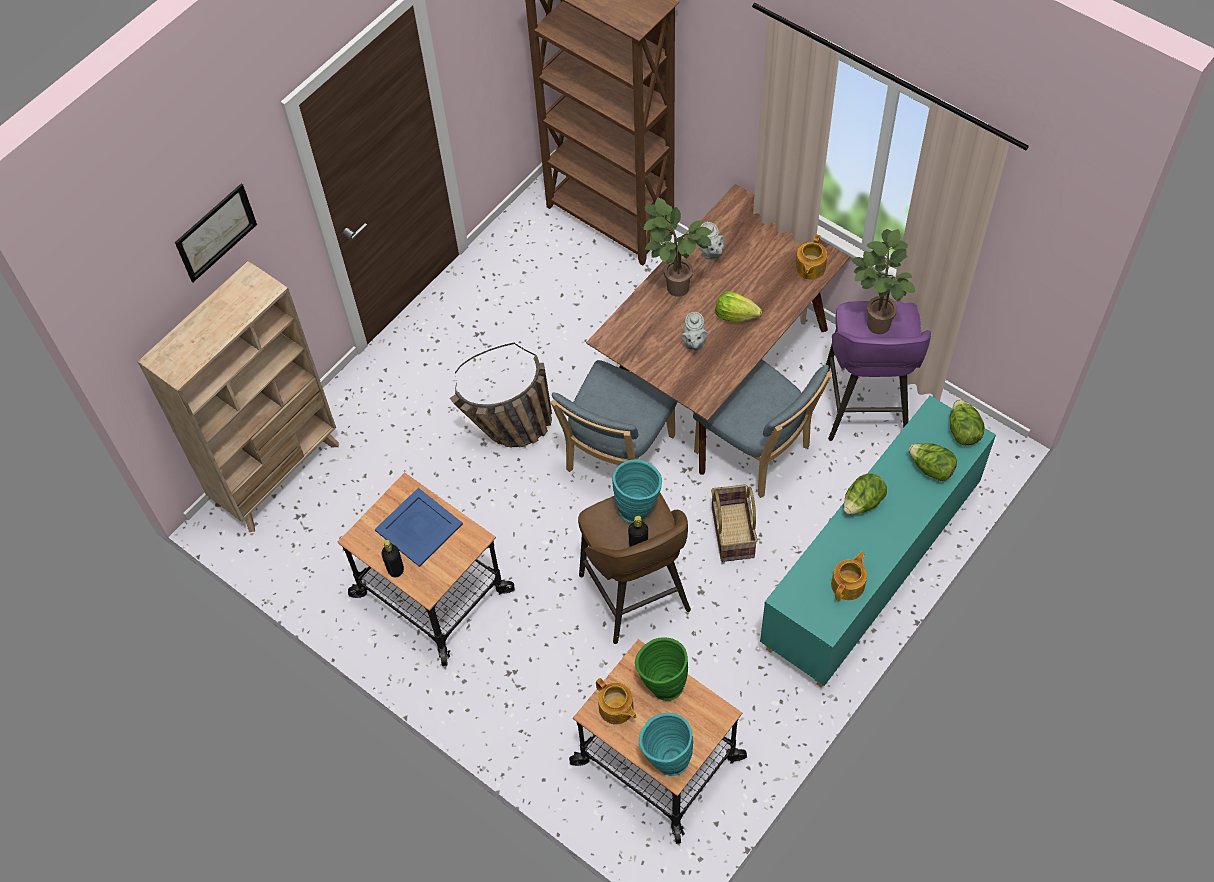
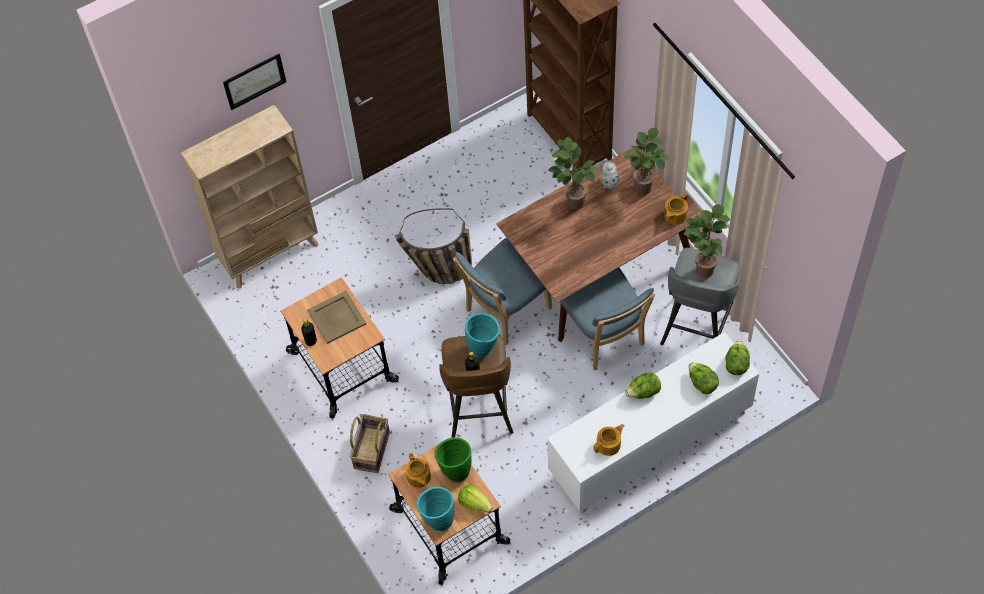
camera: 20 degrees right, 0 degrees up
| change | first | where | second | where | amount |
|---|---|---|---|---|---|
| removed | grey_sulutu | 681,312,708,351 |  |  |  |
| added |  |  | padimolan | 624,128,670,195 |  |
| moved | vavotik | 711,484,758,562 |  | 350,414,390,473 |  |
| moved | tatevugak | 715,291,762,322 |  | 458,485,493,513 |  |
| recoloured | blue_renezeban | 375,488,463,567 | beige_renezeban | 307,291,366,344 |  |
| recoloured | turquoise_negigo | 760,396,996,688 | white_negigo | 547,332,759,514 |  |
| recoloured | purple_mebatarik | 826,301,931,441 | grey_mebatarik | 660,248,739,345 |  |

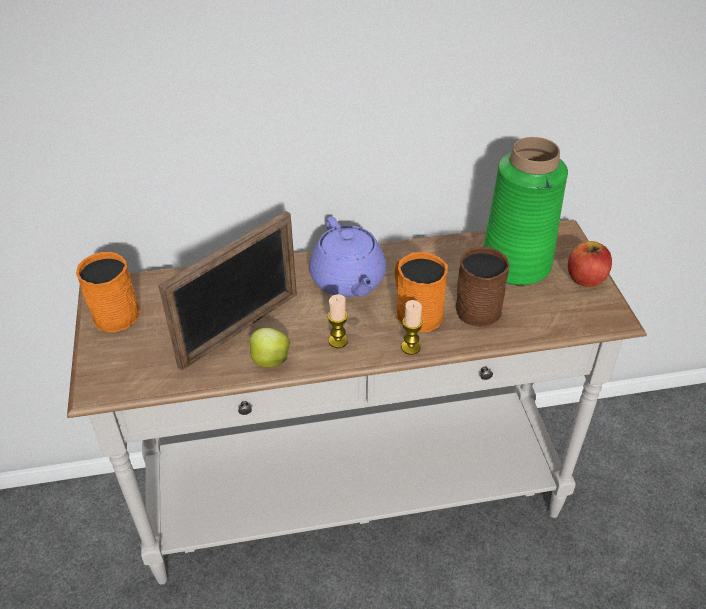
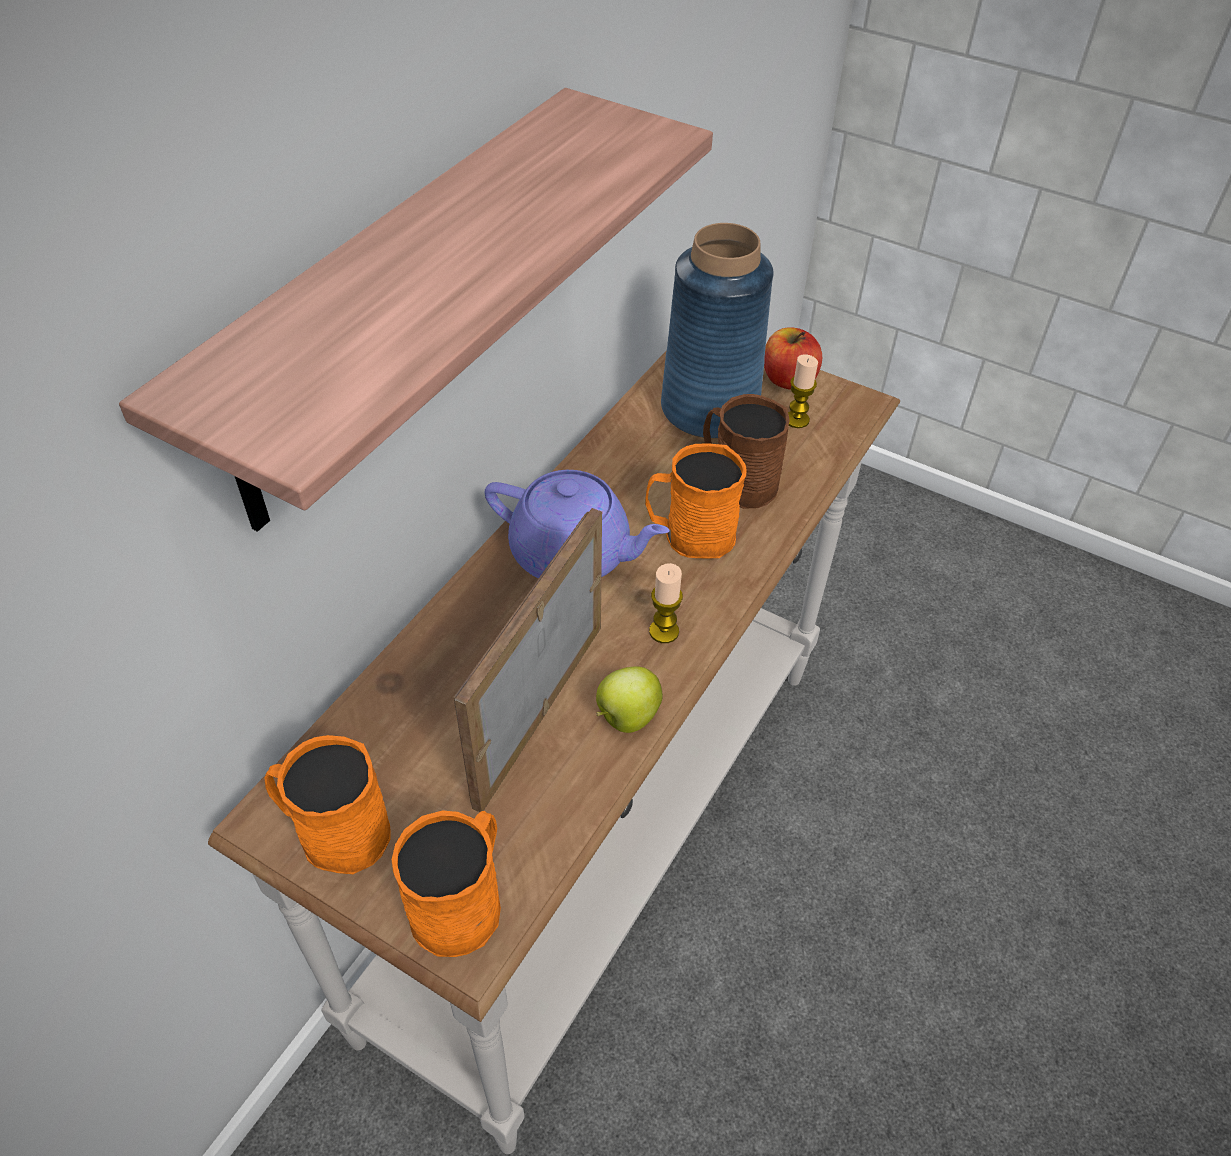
camera: 50 degrees left, 5 degrees up
| change | first | where | second | where | amount |
|---|---|---|---|---|---|
| added |  |  | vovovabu | 119,88,713,532 |  |
| added |  |  | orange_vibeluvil | 392,810,501,957 |  |
| moved | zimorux | 401,300,423,355 |  | 788,354,818,428 |  |
| recoloured | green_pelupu | 483,137,568,285 | blue_pelupu | 661,223,774,439 |  |
| turned | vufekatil | 158,211,297,371 |  | 454,508,602,812 | 150 degrees counterclockwise |

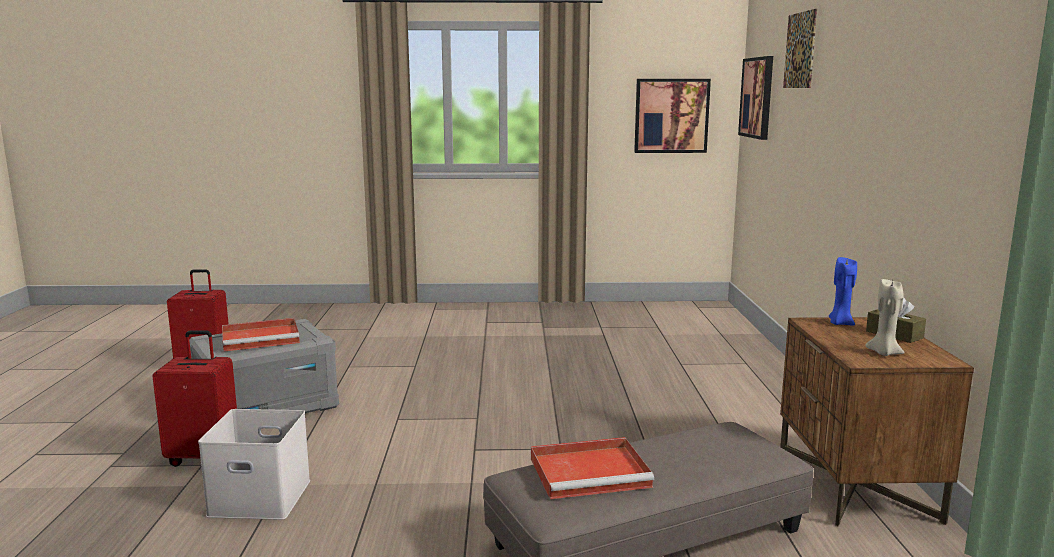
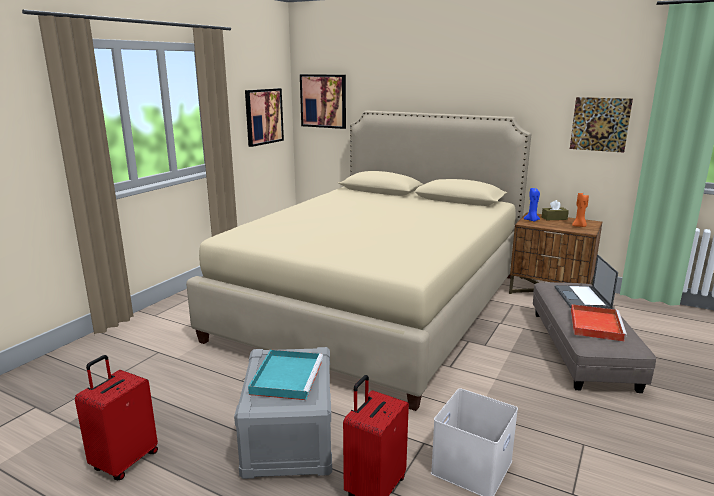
camera: 60 degrees left, 5 degrees up
| change | first | where | second | where | amount |
|---|---|---|---|---|---|
| added |  |  | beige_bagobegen | 186,111,531,411 |  |
| added |  |  | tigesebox | 555,254,618,309 |  |
| moved | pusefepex | 783,9,817,88 |  | 570,97,633,153 |  |
| recoloured | red_renezeban | 222,318,300,351 | turquoise_renezeban | 248,350,323,400 |  |
| recoloured | beige_zimorux | 865,279,905,356 | orange_zimorux | 572,193,589,227 |  |

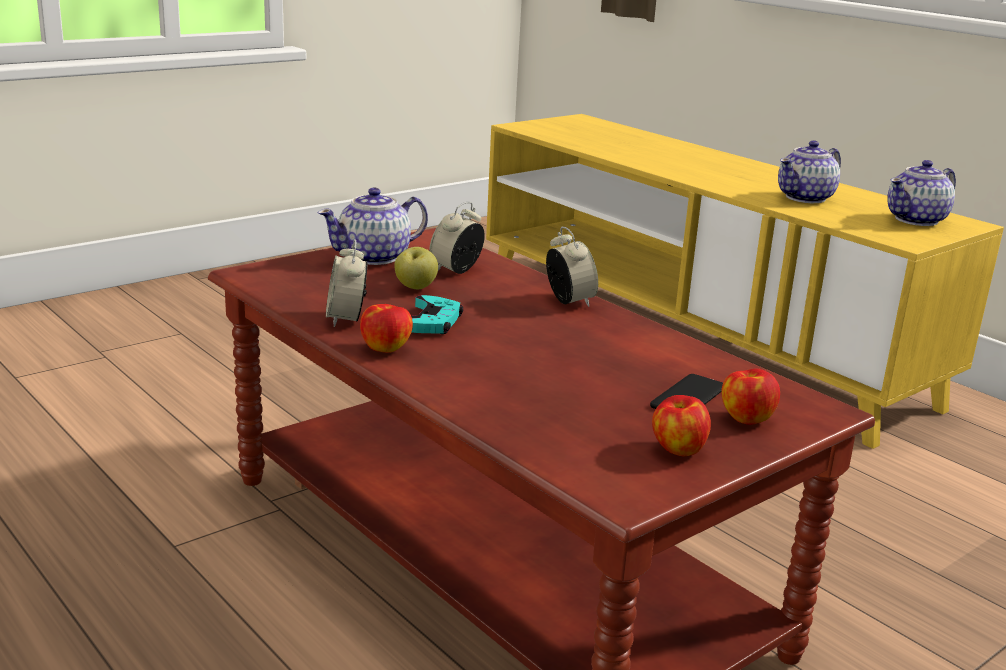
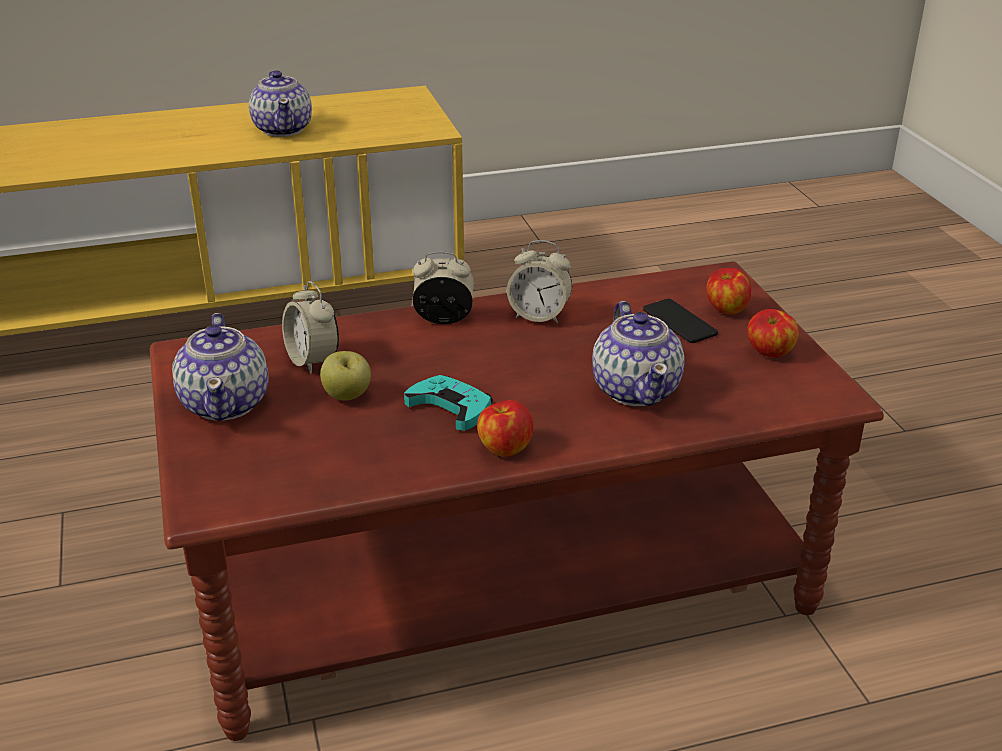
camera: 65 degrees left, 10 degrees up
| change | first | where | second | where | amount |
|---|---|---|---|---|---|
| moved | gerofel | 326,239,367,327 |  | 507,240,572,324 |  |
| moved | sulutu | 887,160,956,226 |  | 592,301,685,406 |  |

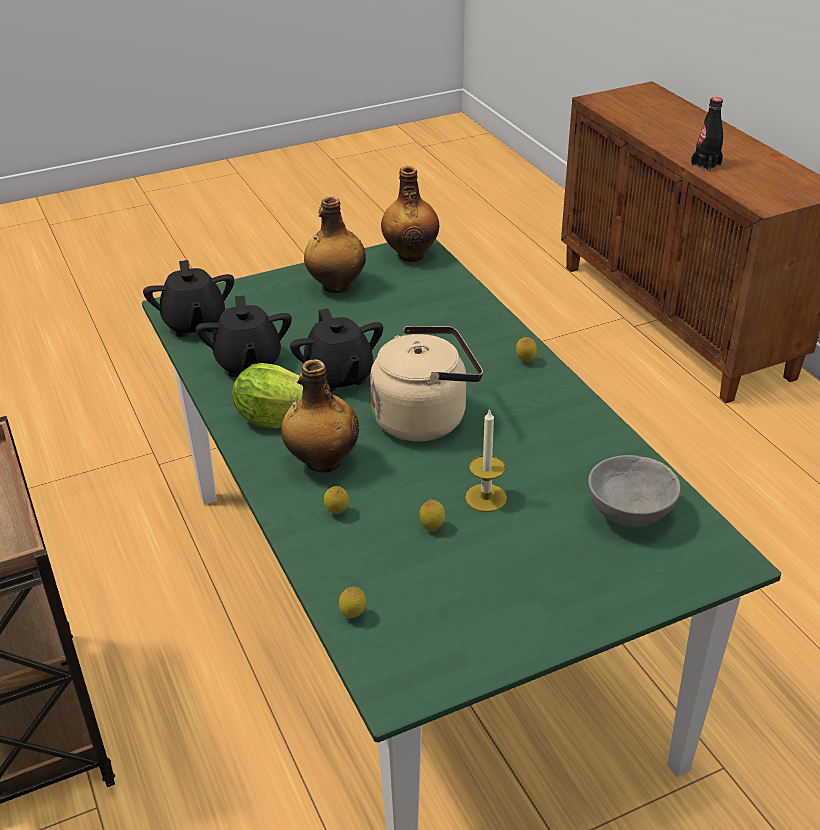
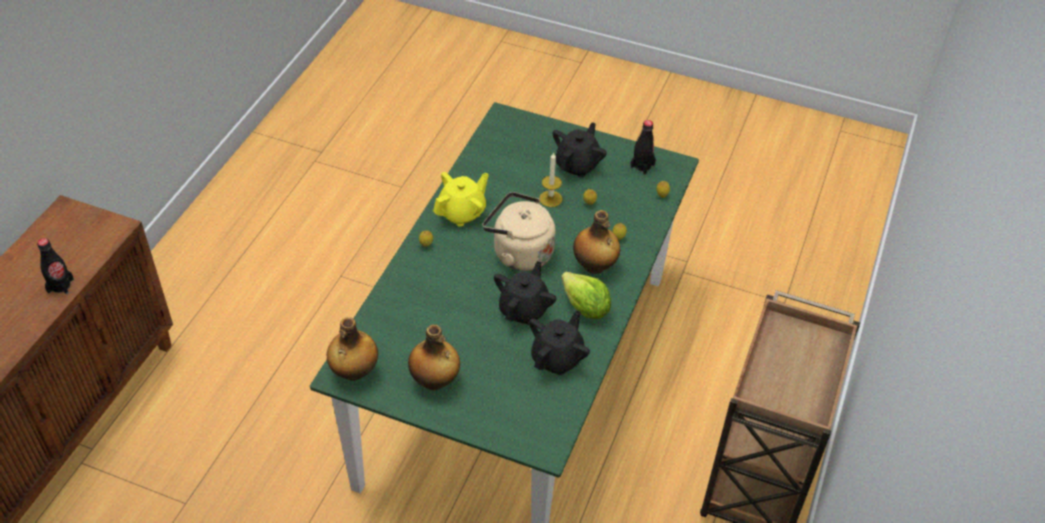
camera: 135 degrees left, 10 degrees up
| change | first | where | second | where | amount |
|---|---|---|---|---|---|
| removed | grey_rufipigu | 588,455,681,527 |  |  |  |
| added |  |  | yellow_sulutu | 433,172,489,227 |  |
| added |  |  | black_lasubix | 630,120,656,175 |  |
| moved | black_sulutu | 143,260,234,337 |  | 553,122,607,178 |  |

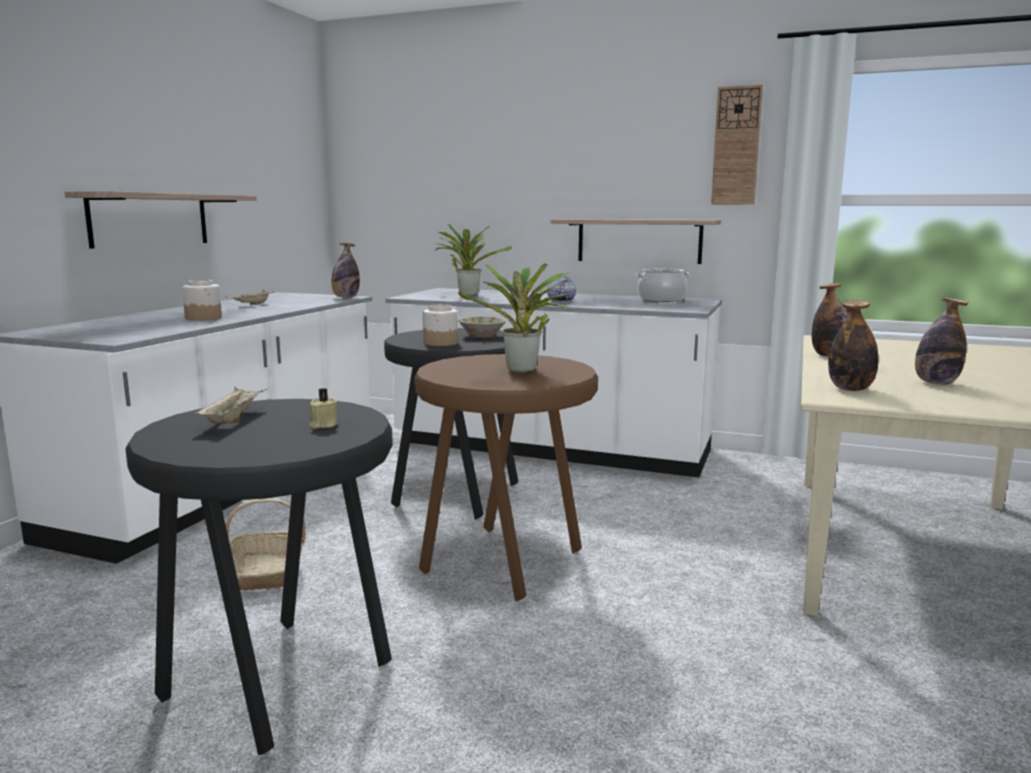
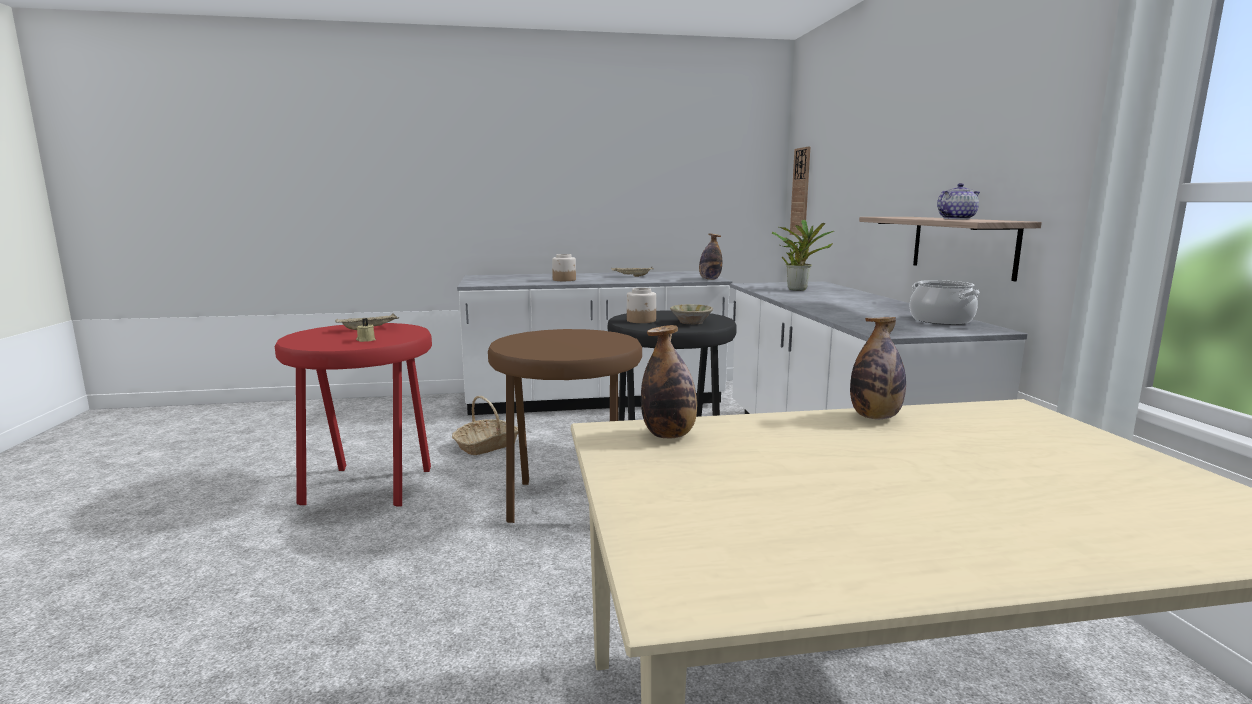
camera: 60 degrees right, 0 degrees up
| change | first | where | second | where | amount |
|---|---|---|---|---|---|
| removed | vovovabu | 64,191,257,249 |  |  |  |
| removed | padimolan | 458,264,571,373 |  |  |  |
| removed | lasubix | 915,297,968,385 |  |  |  |
| moved | sulutu | 547,273,576,302 |  | 937,183,980,219 |  |
| moved | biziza | 711,85,763,205 |  | 790,146,810,236 |  |
| recoloured | black_mebatarik | 125,399,393,755 | red_mebatarik | 275,323,432,506 |  |

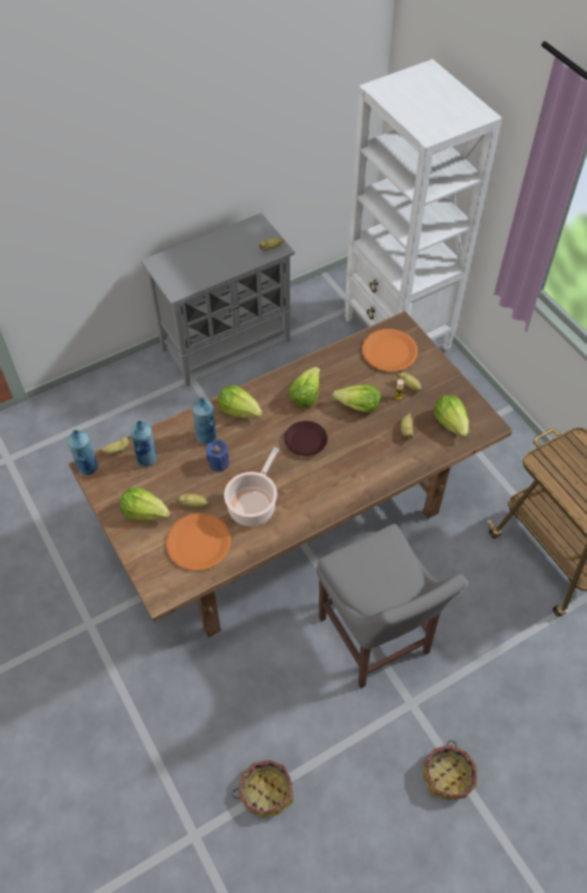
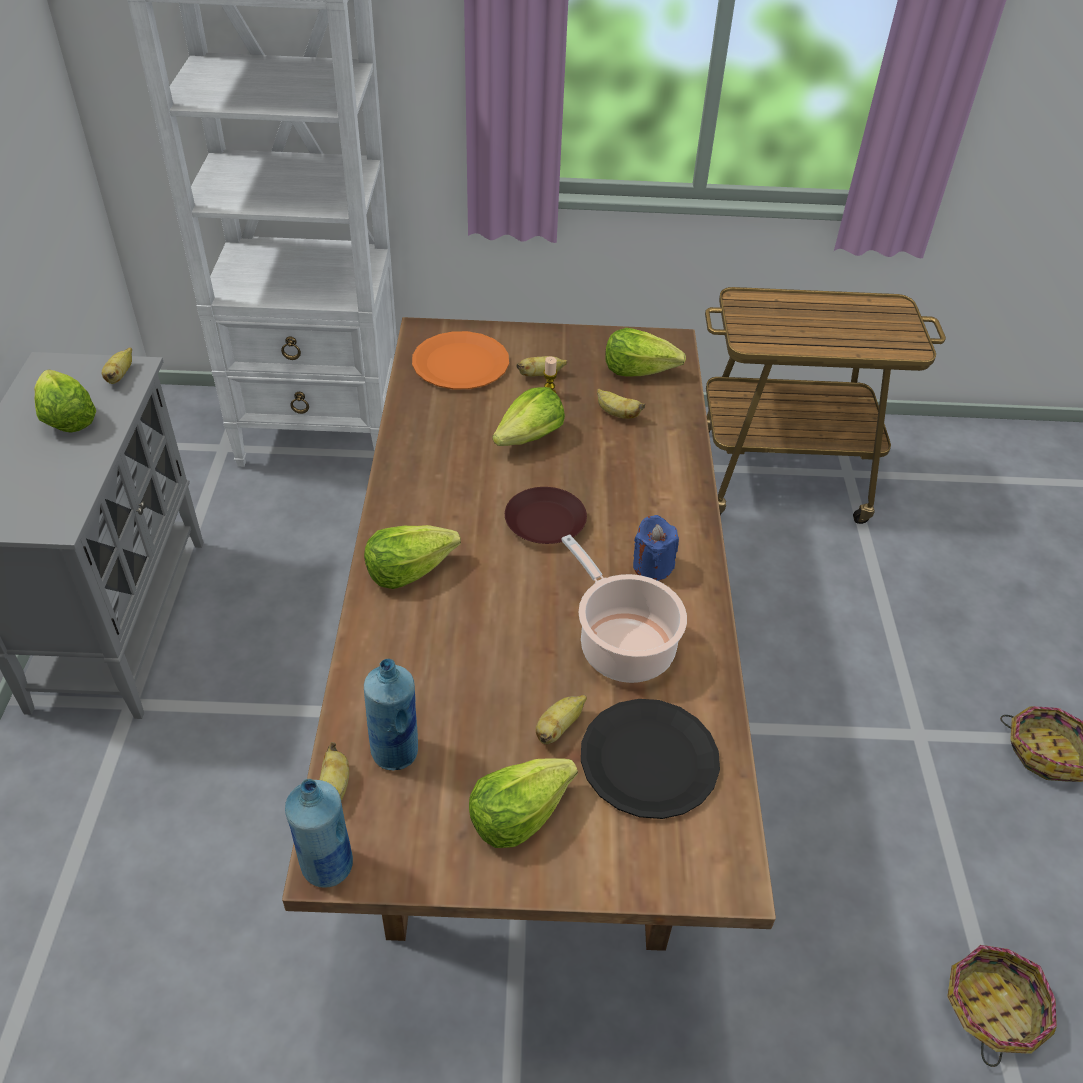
camera: 60 degrees left, 10 degrees down
| change | first | where | second | where | amount |
|---|---|---|---|---|---|
| removed | blue_lasubix | 192,397,216,445 |  |  |  |
| removed | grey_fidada | 316,524,467,688 |  |  |  |
| moved | blue_zimorux | 206,439,229,471 |  | 633,515,679,581 |  |
| moved | tatevugak | 288,367,320,408 |  | 34,369,96,433 |  |
| recoloured | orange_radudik | 166,513,231,571 | black_radudik | 581,699,720,819 |  |

